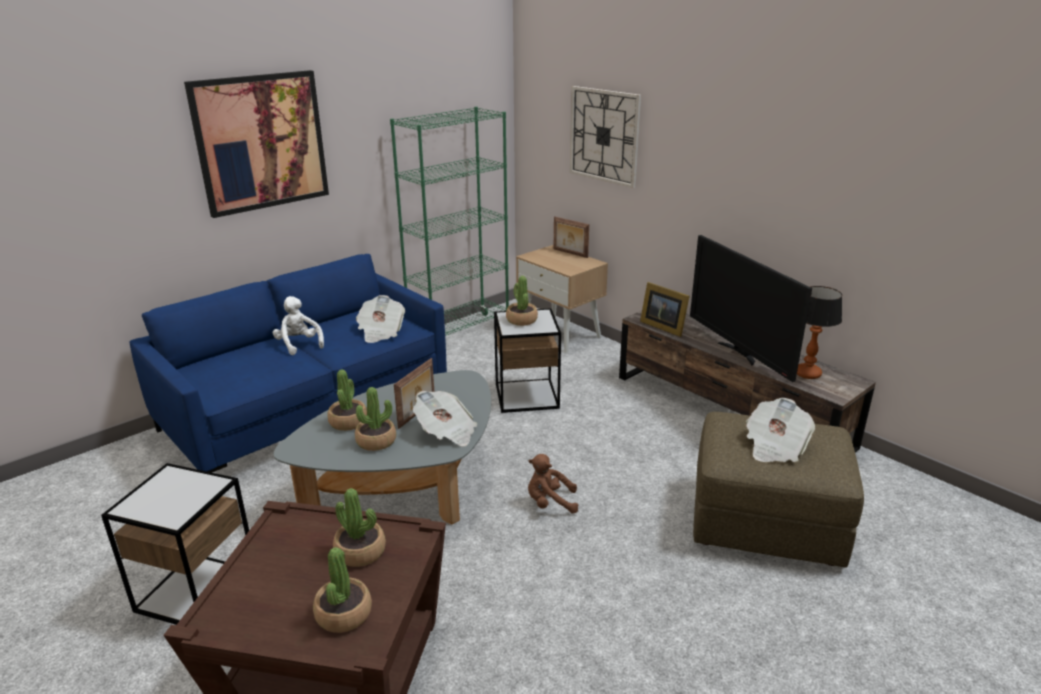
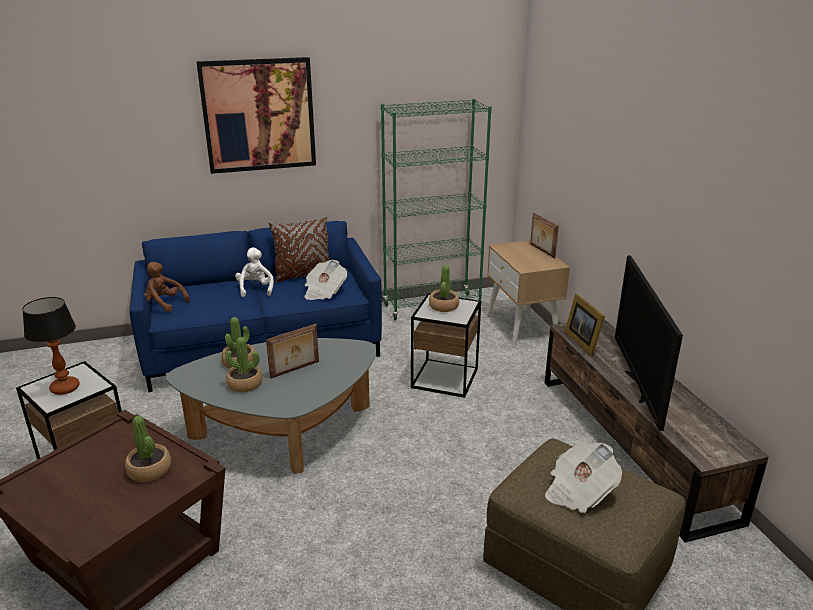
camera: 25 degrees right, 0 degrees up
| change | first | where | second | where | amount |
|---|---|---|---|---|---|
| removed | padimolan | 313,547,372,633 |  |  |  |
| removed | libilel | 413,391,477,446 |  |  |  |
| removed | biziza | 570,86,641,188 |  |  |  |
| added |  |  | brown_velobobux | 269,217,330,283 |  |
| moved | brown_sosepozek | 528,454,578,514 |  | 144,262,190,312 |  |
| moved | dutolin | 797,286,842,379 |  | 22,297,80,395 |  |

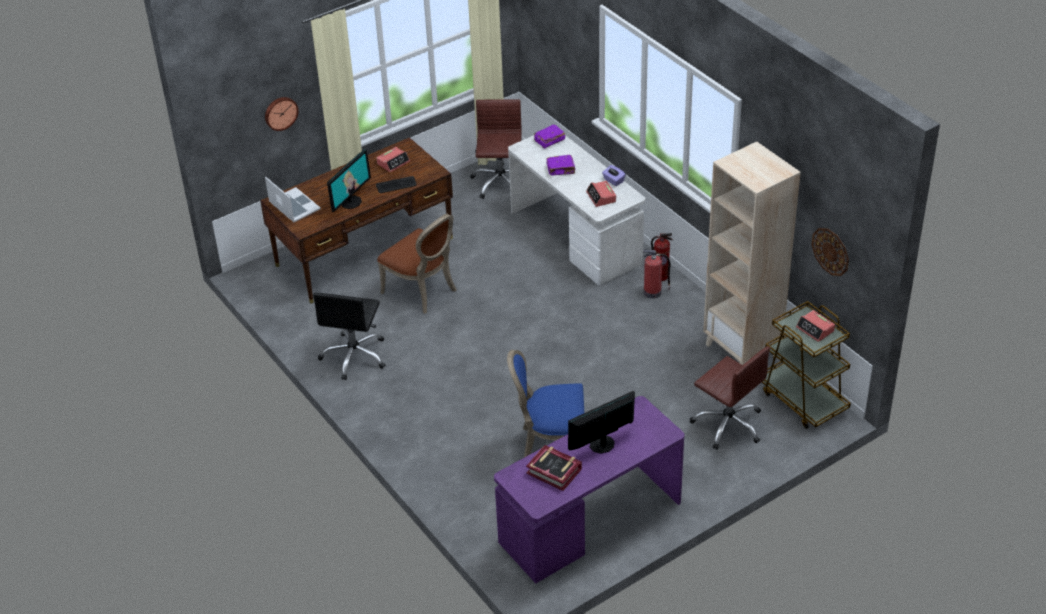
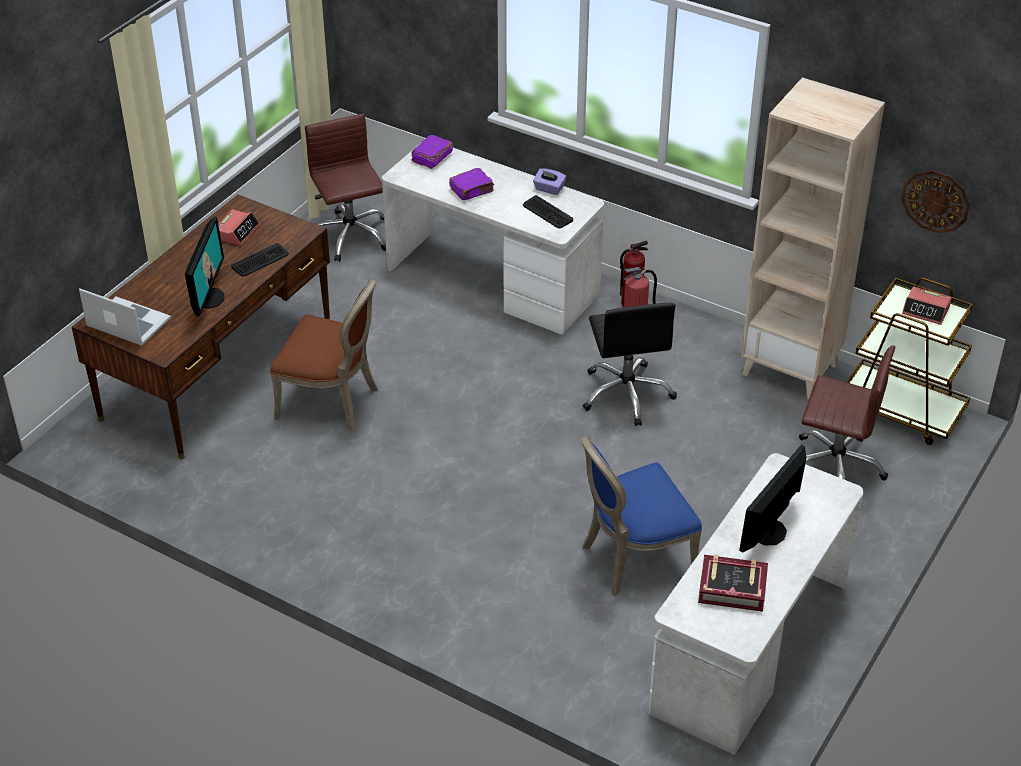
camera: 25 degrees left, 0 degrees up
| change | first | where | second | where | amount |
|---|---|---|---|---|---|
| removed | biziza | 265,97,299,131 |  |  |  |
| moved | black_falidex | 313,293,385,380 |  | 583,303,677,426 |  |
| replaced | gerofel | 586,181,616,207 | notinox | 523,195,573,228 |  |
| recoloured | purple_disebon | 494,396,684,583 | white_disebon | 648,453,864,755 |  |

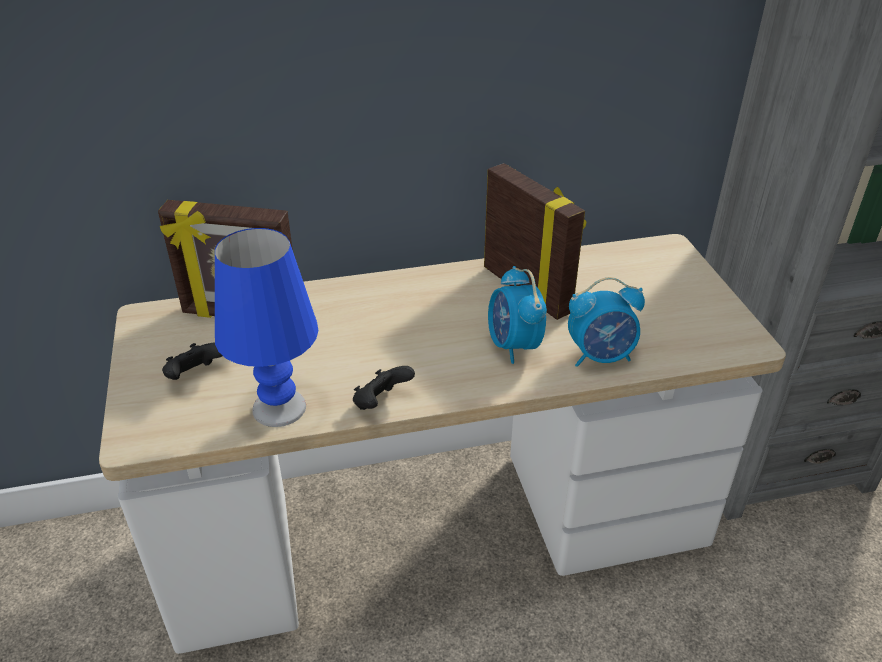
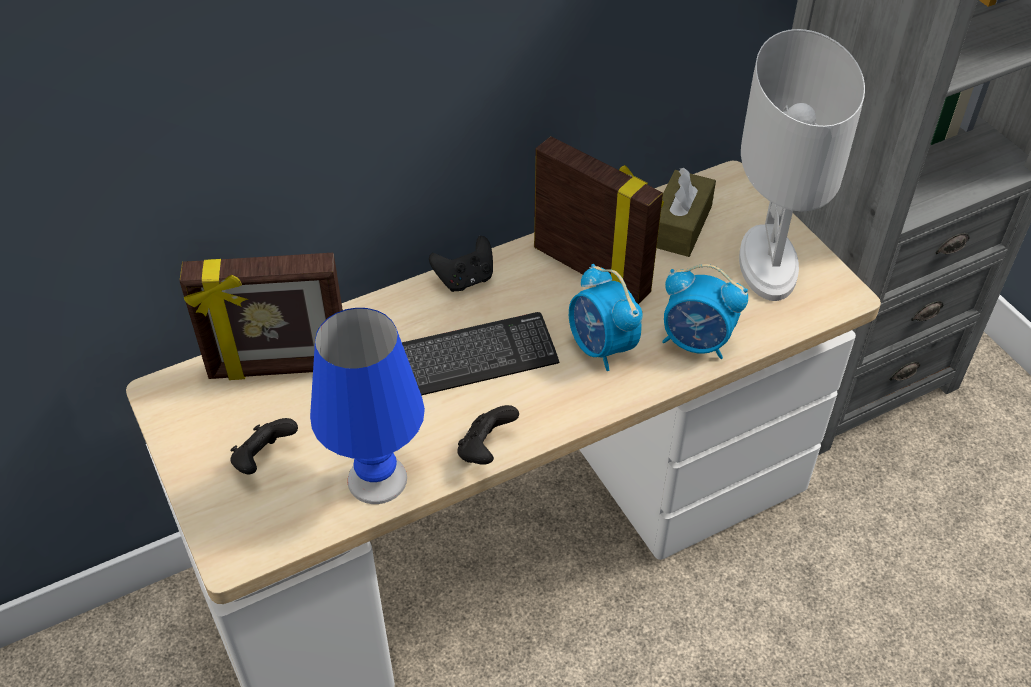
camera: 15 degrees left, 10 degrees up
| change | first | where | second | where | amount |
|---|---|---|---|---|---|
| added |  |  | notinox | 402,312,559,395 |  |
| added |  |  | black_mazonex | 429,236,493,292 |  |
| added |  |  | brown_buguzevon | 657,168,716,257 |  |
| added |  |  | white_dutolin | 739,29,865,301 |  |
| turned | gerofel | 568,277,645,367 |  | 662,264,748,359 | 45 degrees clockwise |

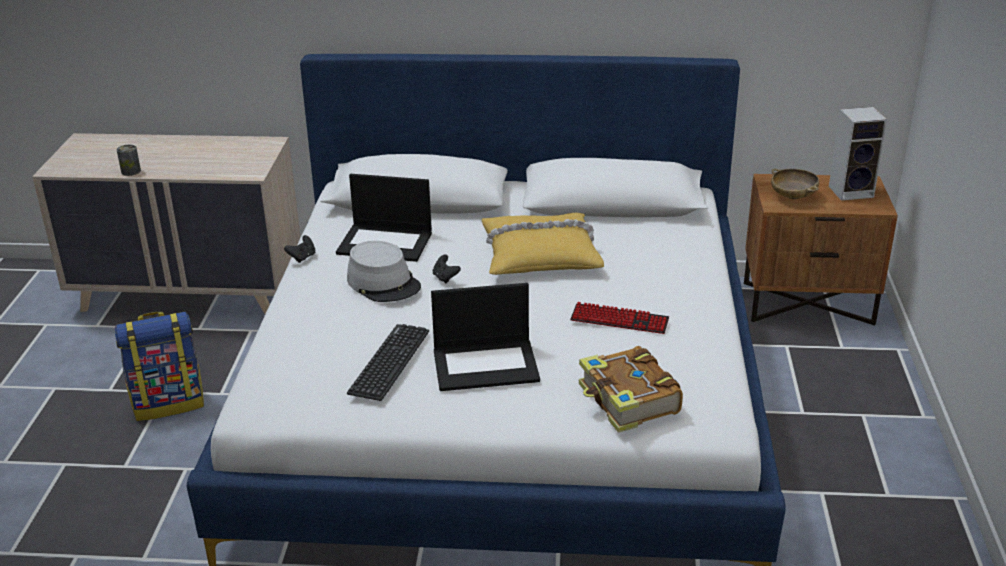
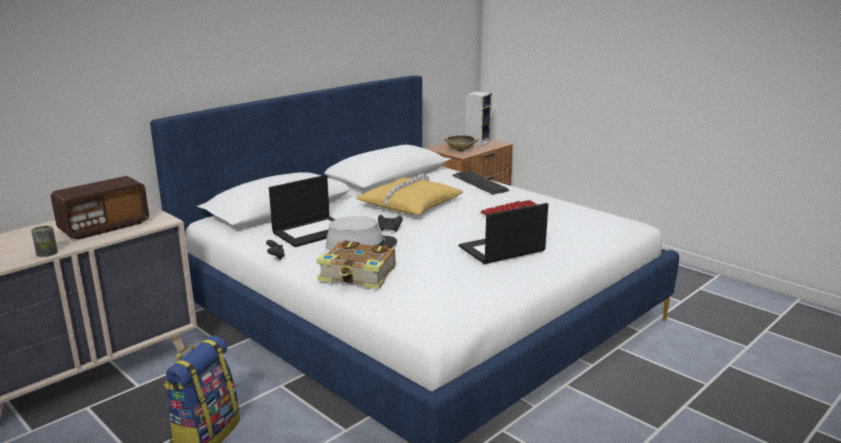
camera: 50 degrees left, 10 degrees down
| change | first | where | second | where | amount |
|---|---|---|---|---|---|
| added |  |  | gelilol | 51,176,149,240 |  |
| moved | notinox | 347,324,429,401 |  | 453,171,509,194 |  |
| moved | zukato | 579,346,683,433 |  | 317,240,395,289 |  |
| turned | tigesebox | 431,283,540,391 |  | 459,203,548,264 | 150 degrees counterclockwise |

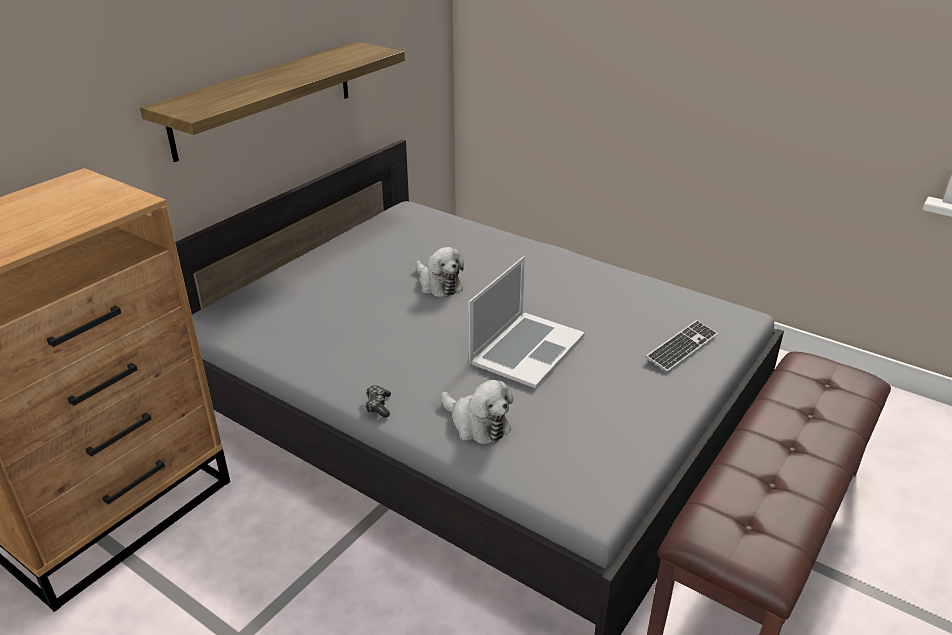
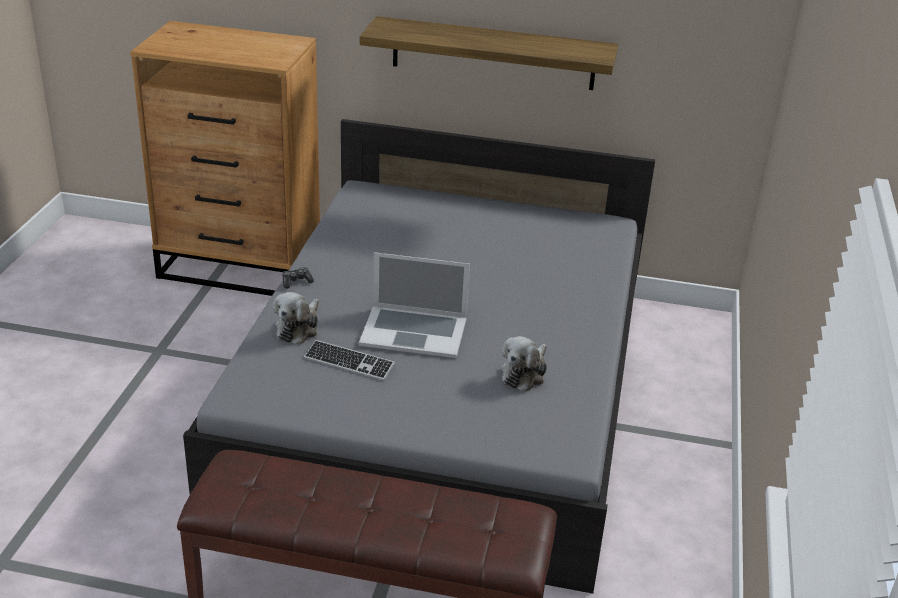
camera: 65 degrees right, 0 degrees up
| change | first | where | second | where | amount |
|---|---|---|---|---|---|
| moved | sosepozek | 416,247,464,297 |  | 501,336,547,392 |  |
| moved | notinox | 646,320,718,372 |  | 304,340,395,381 |  |

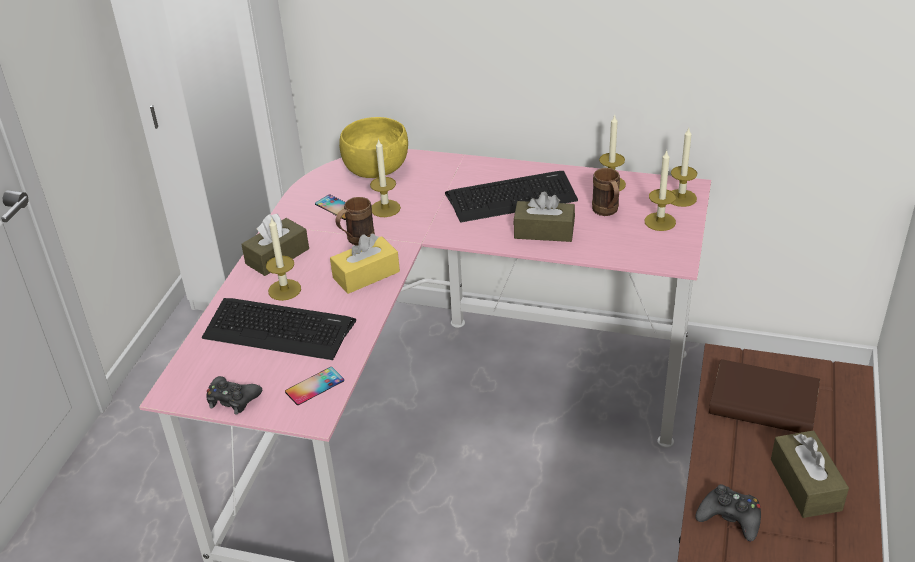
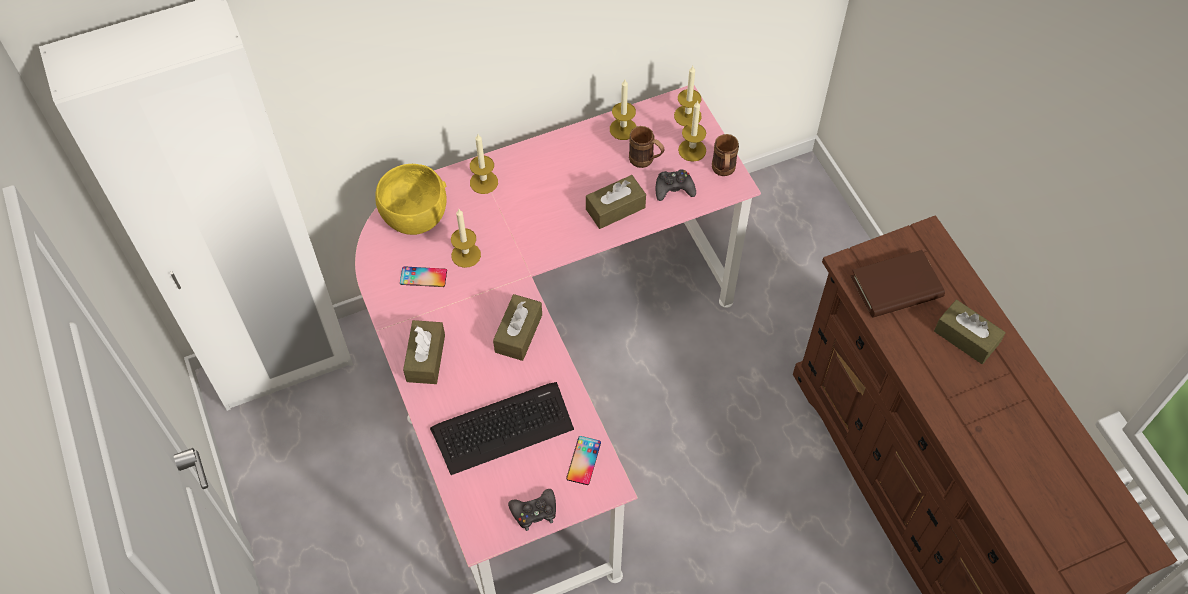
camera: 40 degrees left, 20 degrees up
| change | first | where | second | where | amount |
|---|---|---|---|---|---|
| removed | notinox | 445,171,578,223 |  |  |  |
| moved | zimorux | 266,217,301,301 |  | 470,134,498,194 |  |
| moved | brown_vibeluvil | 335,197,375,246 |  | 712,134,739,176 |  |
| moved | black_mazonex | 695,484,761,541 |  | 656,170,696,201 |  |
| recoloured | yellow_buguzevon | 330,233,400,294 | brown_buguzevon | 493,294,542,361 |  |

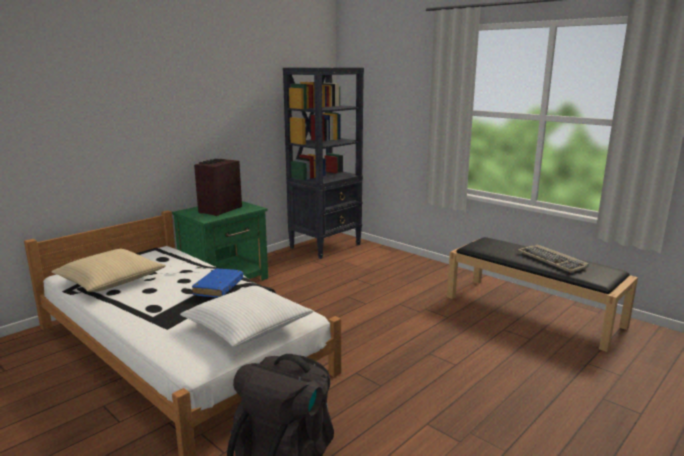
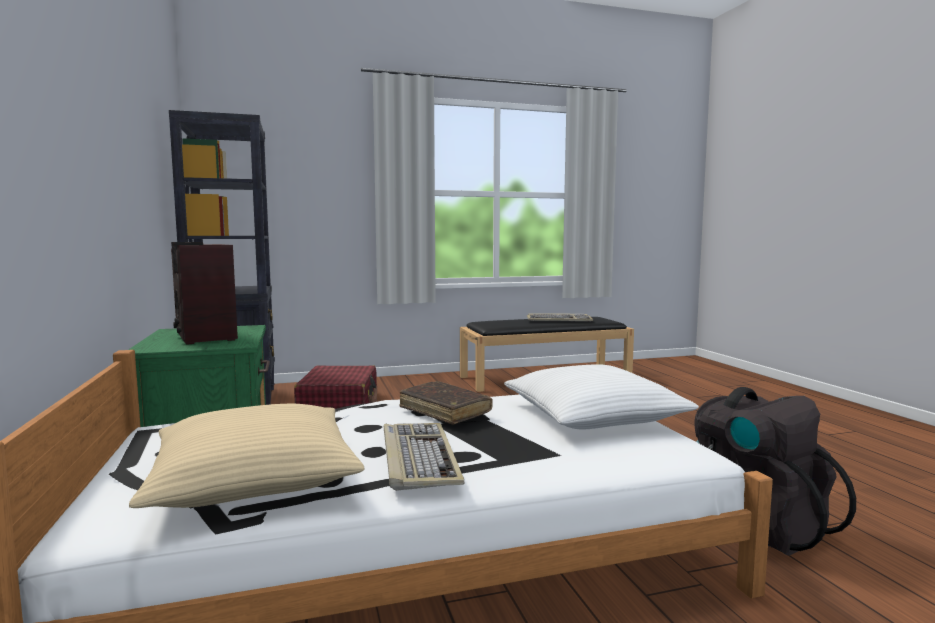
camera: 60 degrees left, 10 degrees down
| change | first | where | second | where | amount |
|---|---|---|---|---|---|
| added |  |  | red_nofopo | 294,365,377,409 |  |
| added |  |  | notinox | 384,423,465,491 |  |
| recoloured | blue_zukato | 192,268,243,297 | brown_zukato | 399,381,493,425 |  |

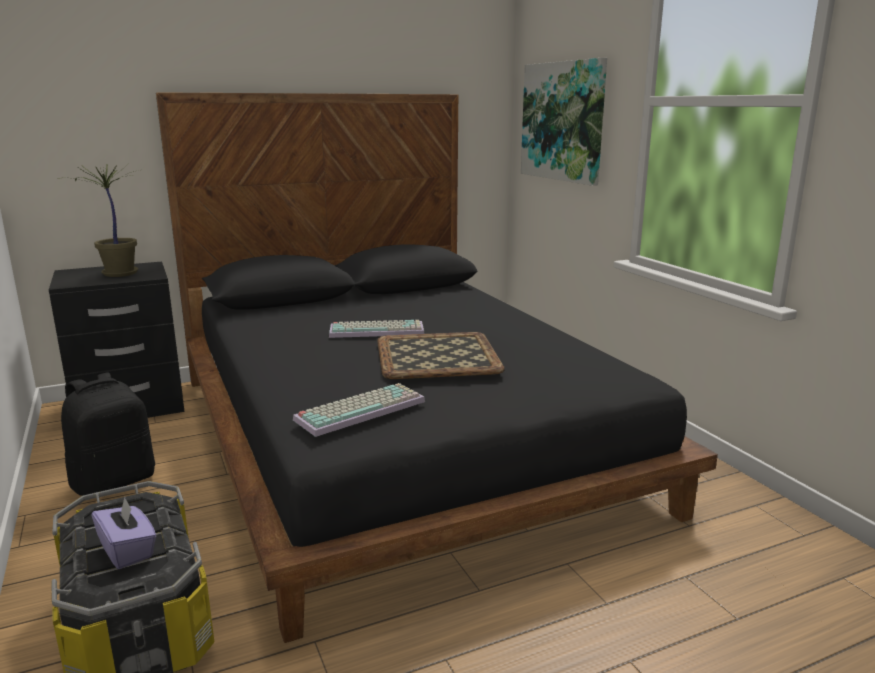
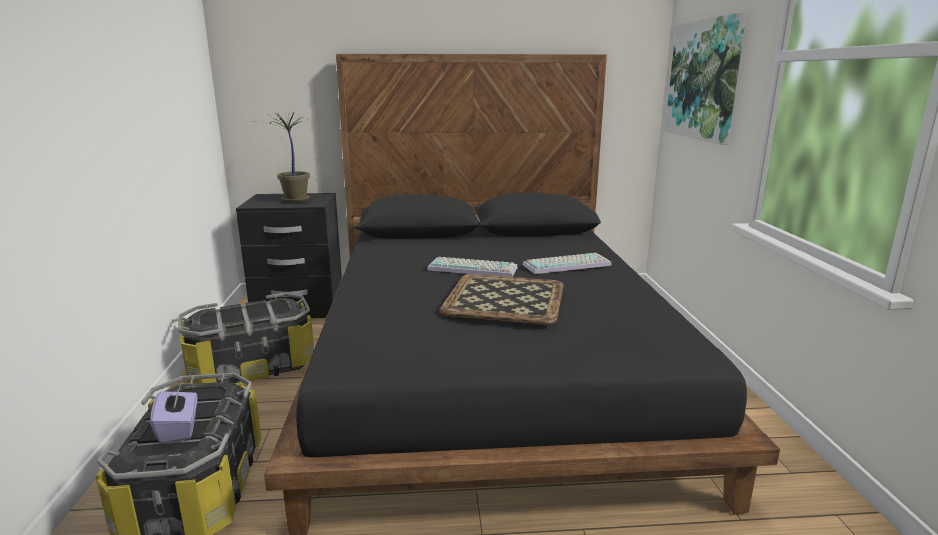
camera: 20 degrees right, 0 degrees up
| change | first | where | second | where | amount |
|---|---|---|---|---|---|
| moved | notinox | 293,383,425,437 |  | 523,253,612,274 |  |
| replaced | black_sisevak | 61,372,155,496 | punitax | 178,293,314,384 |  |

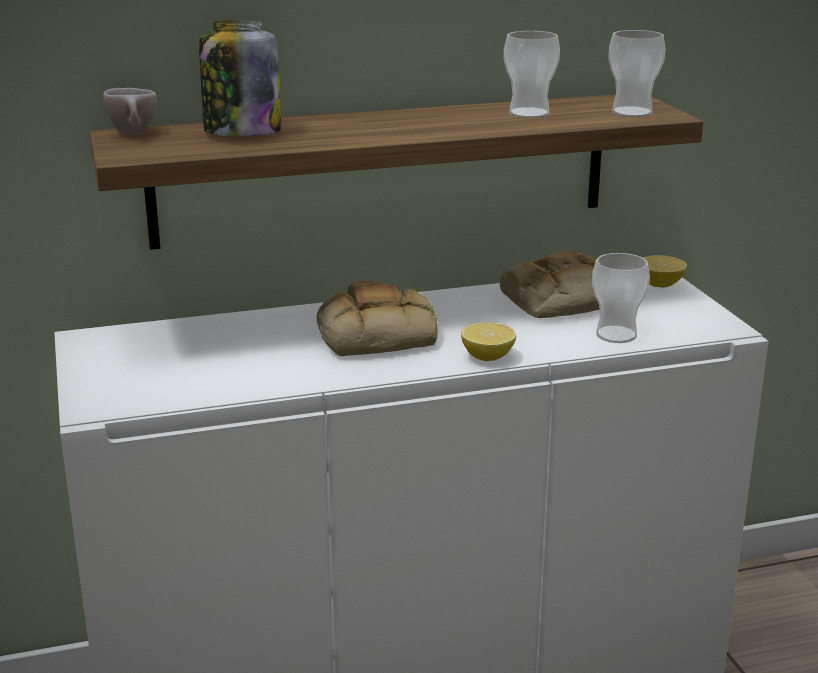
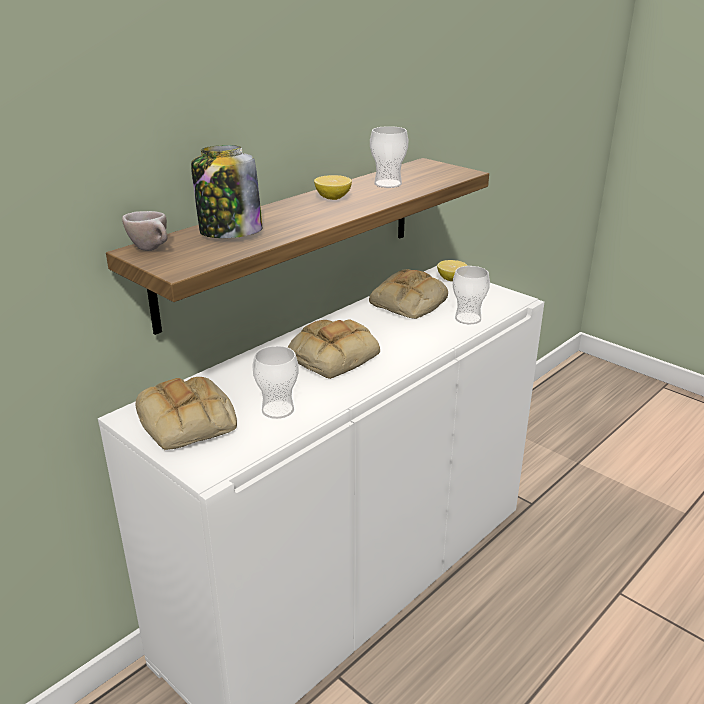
camera: 30 degrees left, 5 degrees up
| change | first | where | second | where | amount |
|---|---|---|---|---|---|
| added |  |  | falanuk | 136,377,237,450 |  |
| moved | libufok | 461,323,516,361 |  | 314,175,352,200 |  |
| moved | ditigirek | 608,30,666,117 |  | 253,346,299,419 |  |

